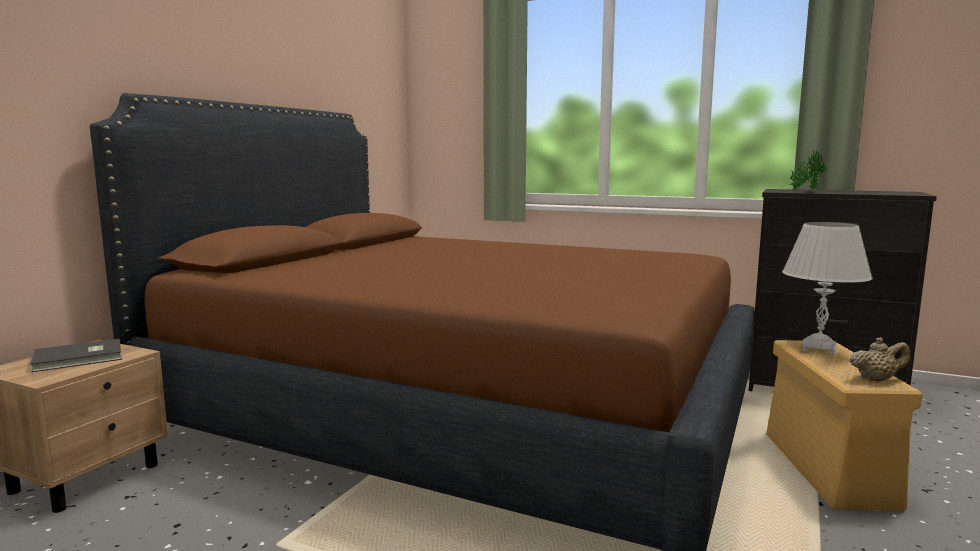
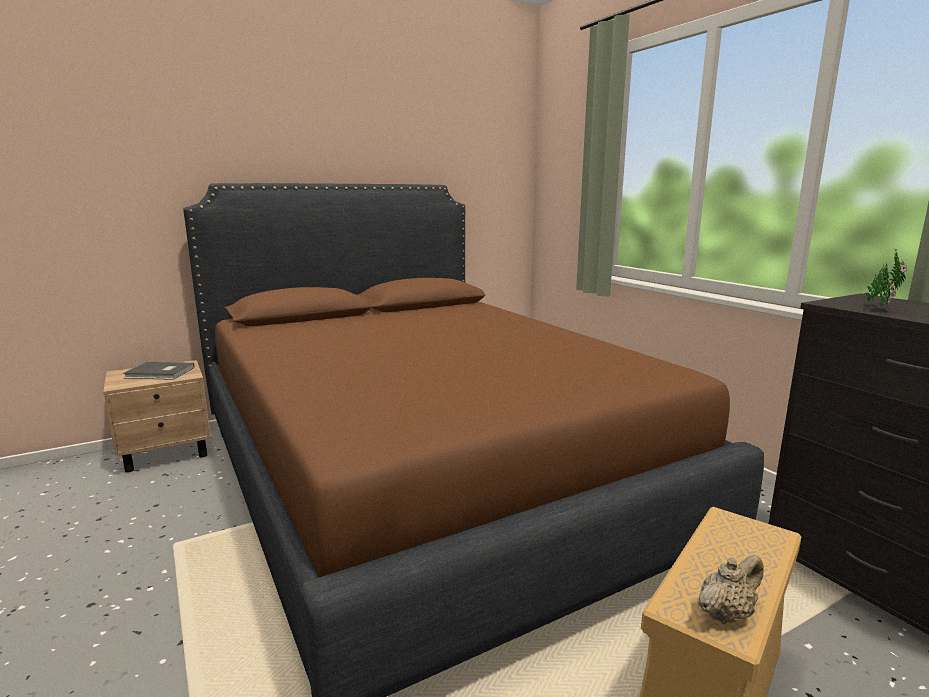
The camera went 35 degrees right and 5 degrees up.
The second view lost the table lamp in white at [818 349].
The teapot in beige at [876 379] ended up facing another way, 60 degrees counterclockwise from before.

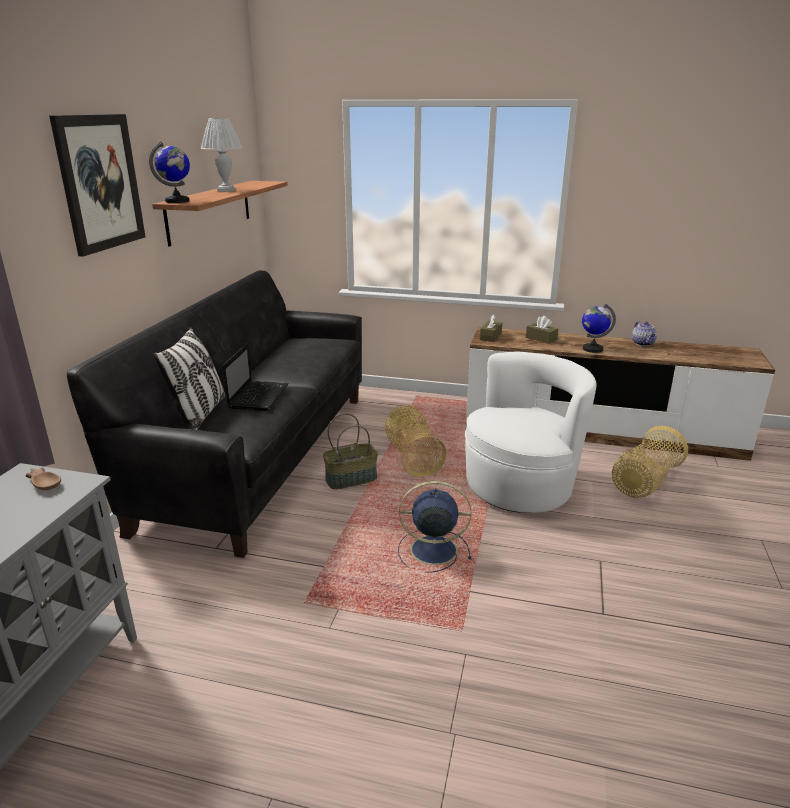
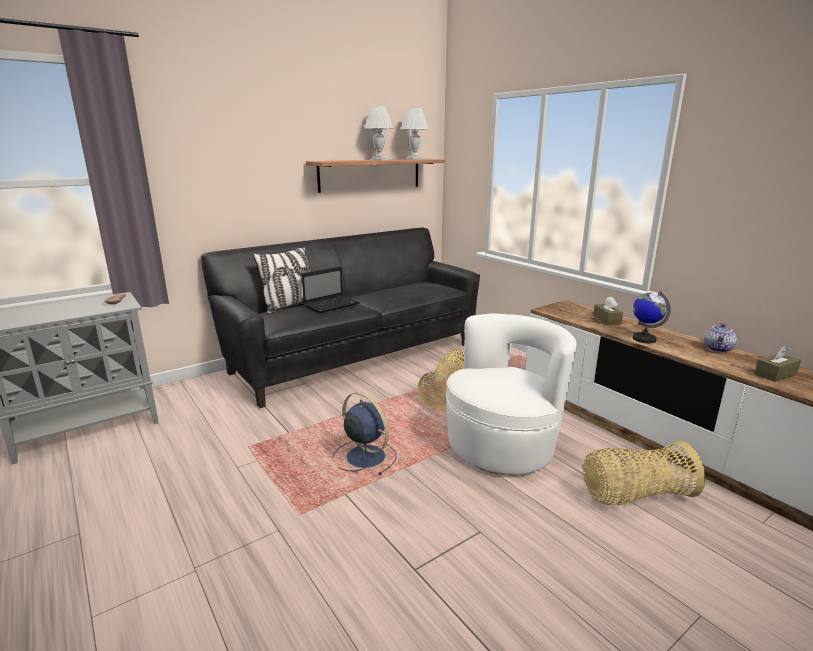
The camera went 40 degrees right and 5 degrees down.
The second view lost the picture at [100 183].
The second view lost the globe at [177 201].
The second view lost the basket at [351 478].
The second view gained the table lamp in white at [414 159].
The tissue box in brown ended up elsewhere, having gone from [490 336] to [775 374].
The armchair in white at [520 486] ended up facing another way, 45 degrees counterclockwise from before.

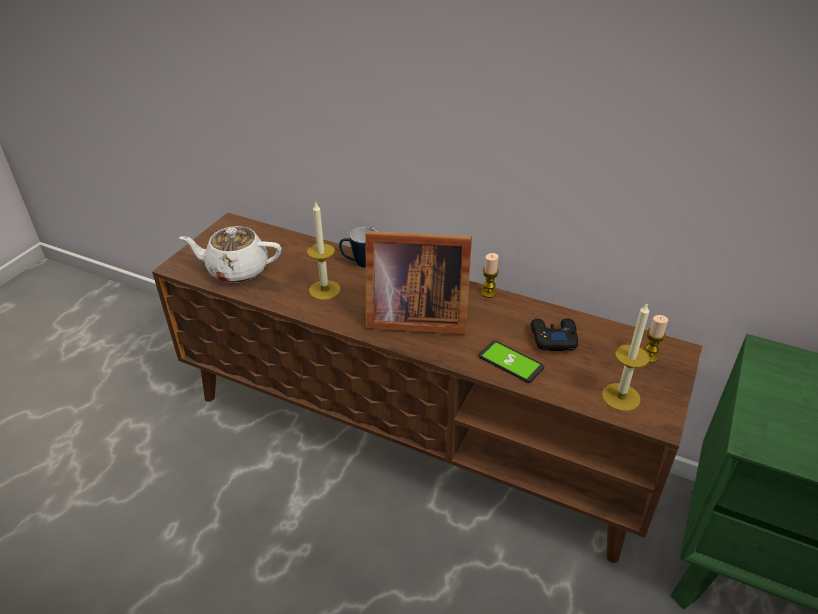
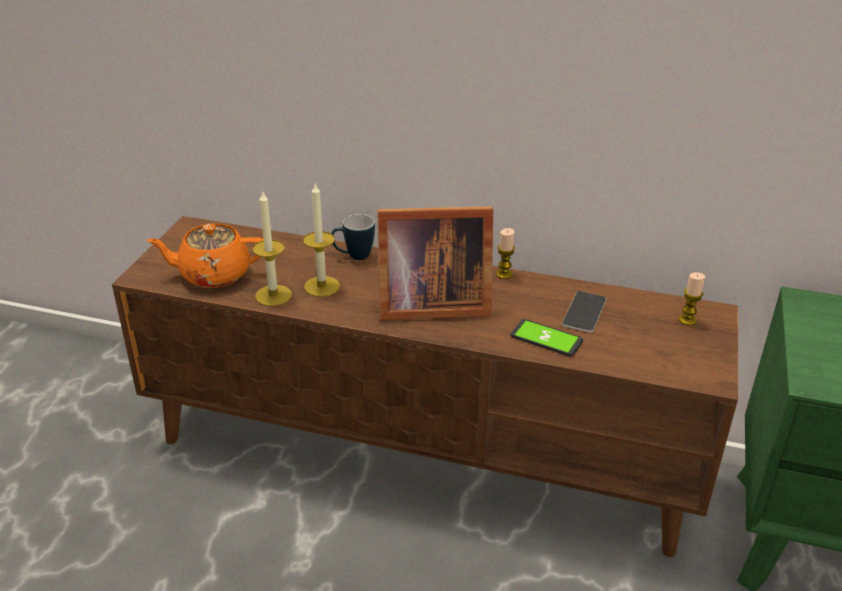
The camera went 10 degrees left and 5 degrees down.
The candle ended up elsewhere, having gone from [621 397] to [273 295].
Where the game controller in black stood at [553 338], the phone came to stand at [584 312].
What was the teapot in white at [237 270] turned into the teapot in orange at [213 274].

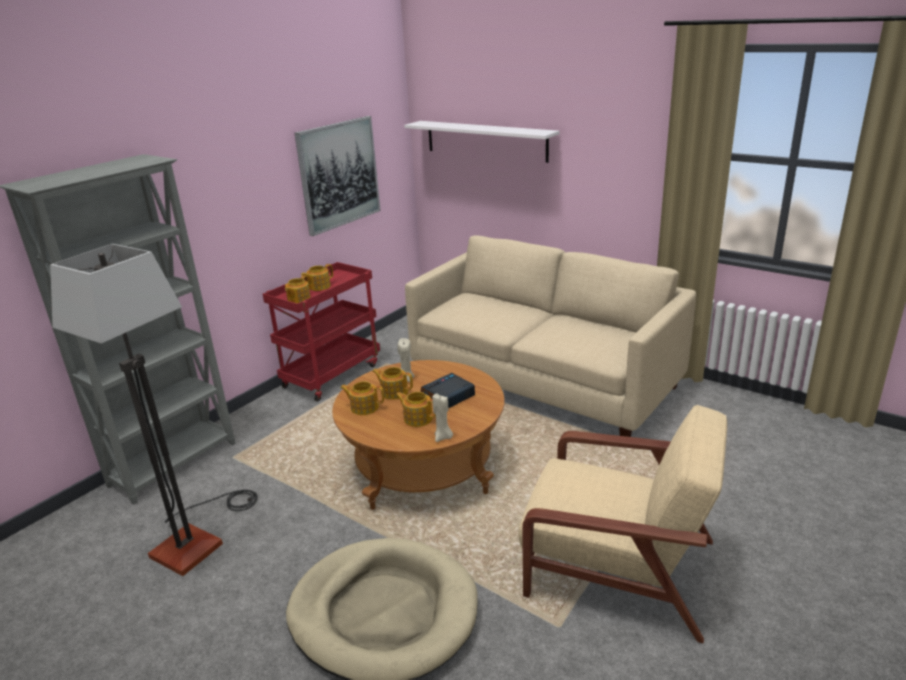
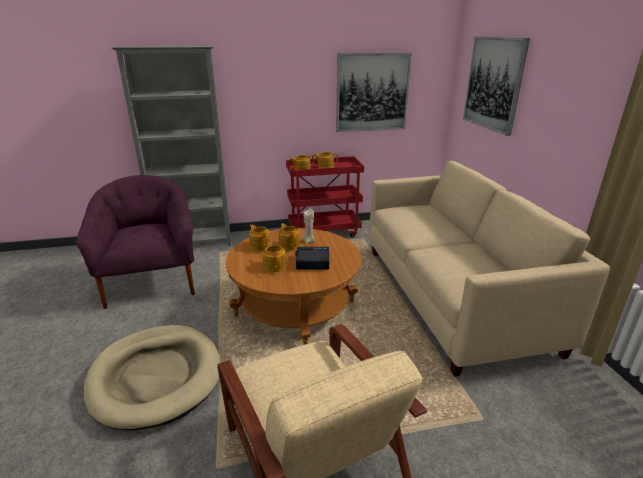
The camera went 40 degrees right and 0 degrees up.
The second view lost the candle in beige at [443 437].
Where the floor lamp stood at [197 537], the armchair in purple came to stand at [152 282].
Where the shelf in white hung at [485 140], the picture came to hang at [493 83].

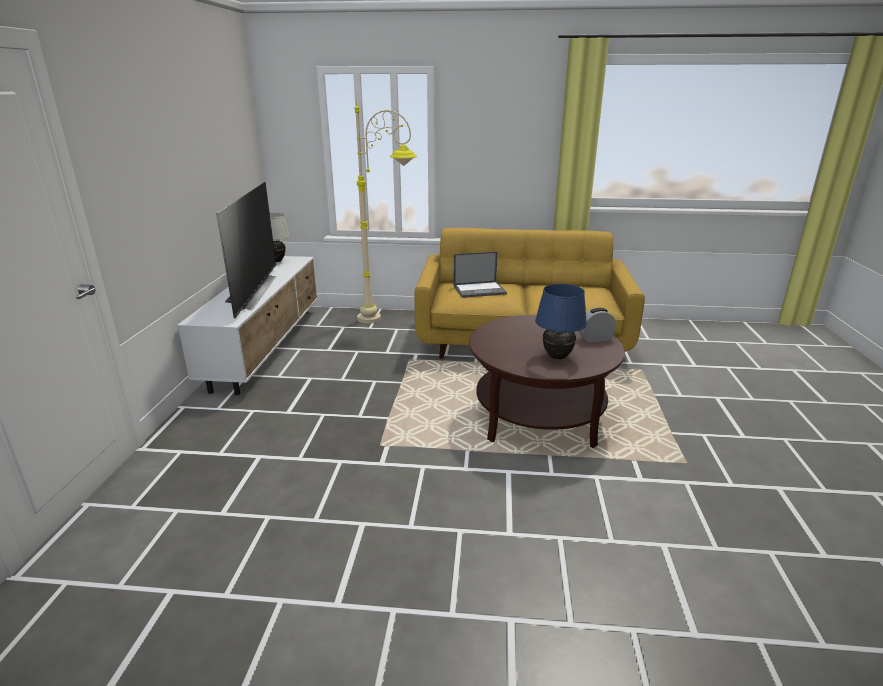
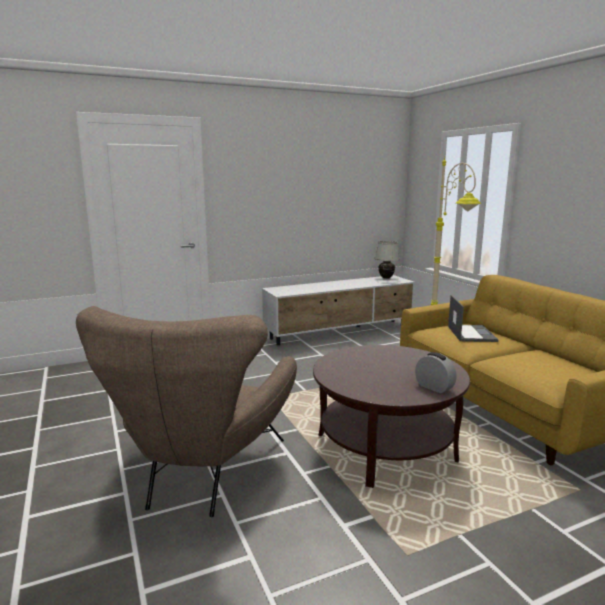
The camera went 60 degrees right and 10 degrees down.
The second view lost the television at [251 292].
The second view lost the table lamp in blue at [557 357].
The second view gained the armchair in brown at [201 475].
The laptop at [480 290] ended up facing another way, 135 degrees counterclockwise from before.

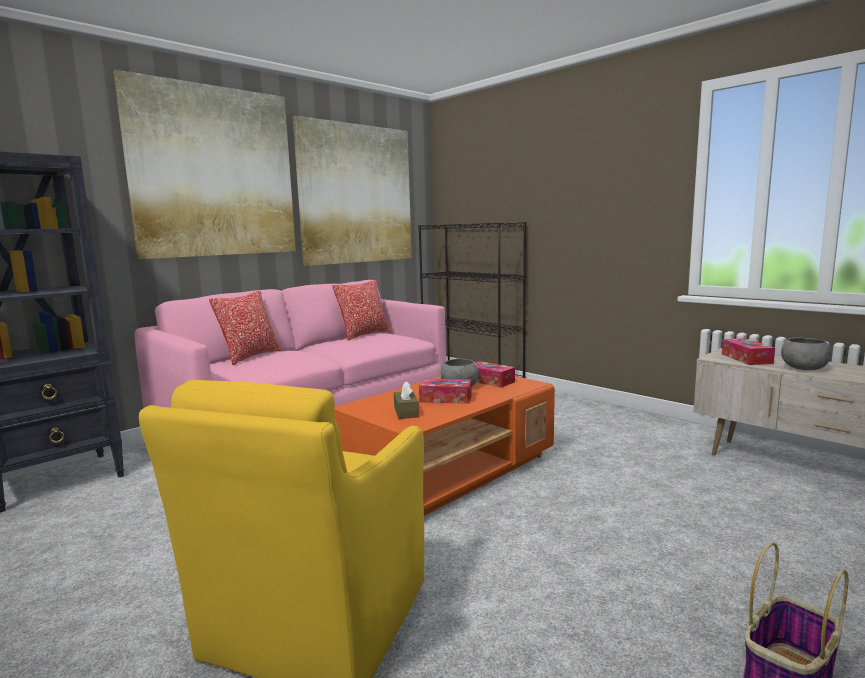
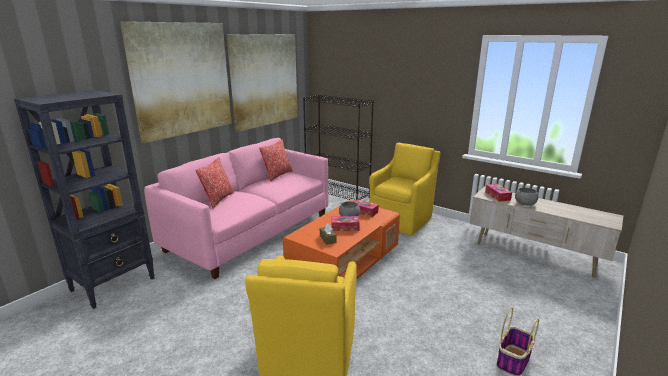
The camera went 10 degrees left and 10 degrees up.
The second view gained the armchair in yellow at [402 220].

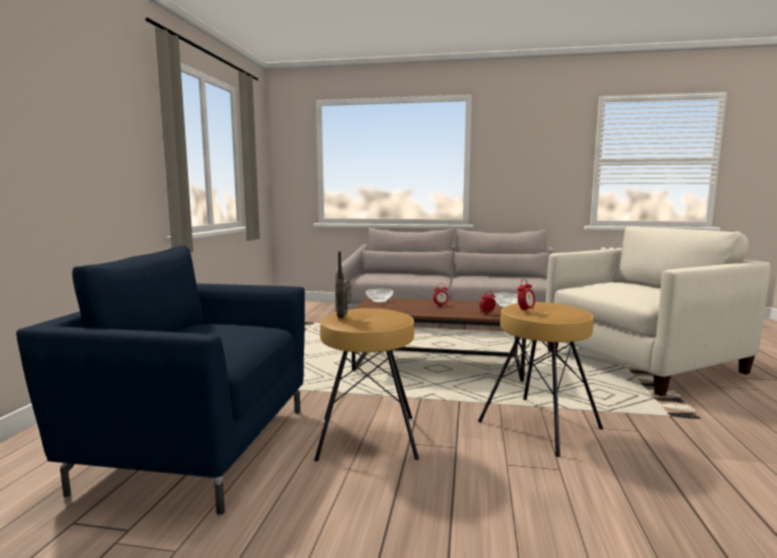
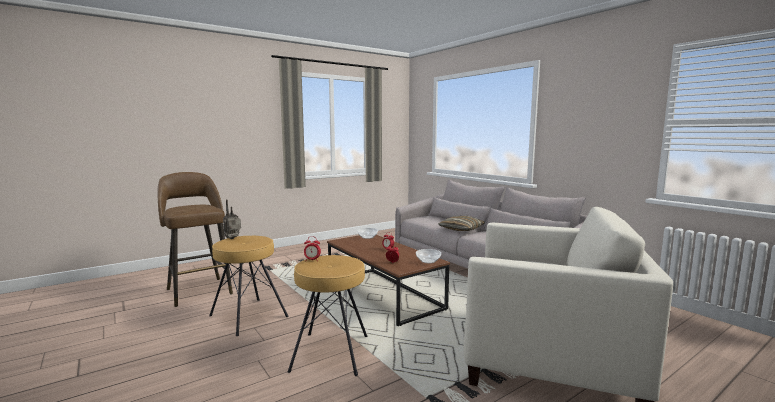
The camera went 45 degrees right and 0 degrees up.
The second view gained the pillow at [461 229].
Where the armchair in blue stood at [197 446], the stool in brown came to stand at [199 291].

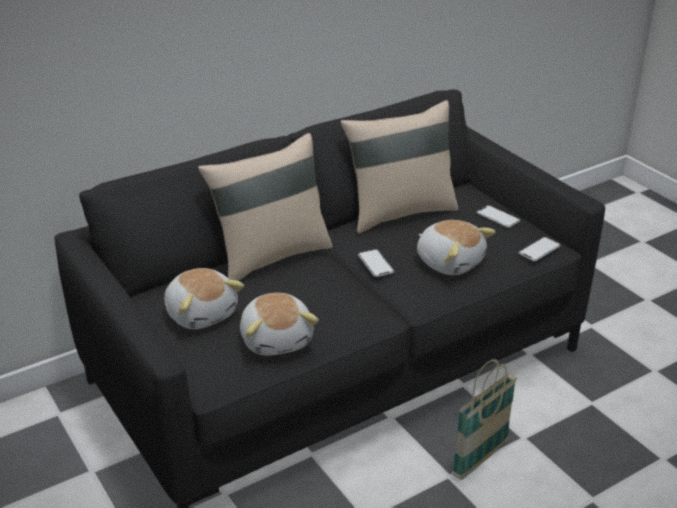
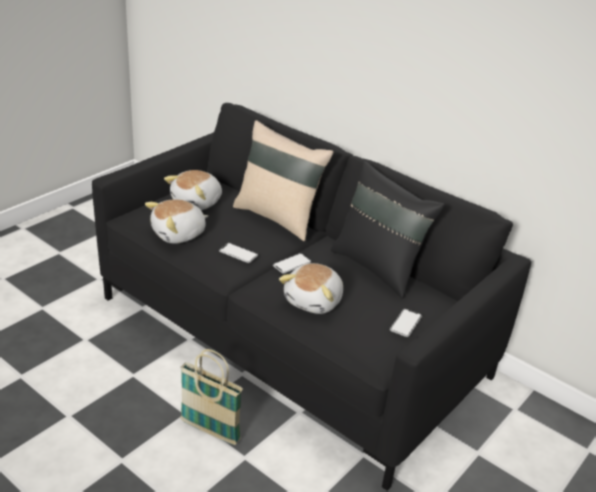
The camera went 70 degrees right and 0 degrees up.
The phone ended up elsewhere, having gone from [539 250] to [238 253].
What was the pillow in beige at [399 212] turned into the pillow in black at [378 267].

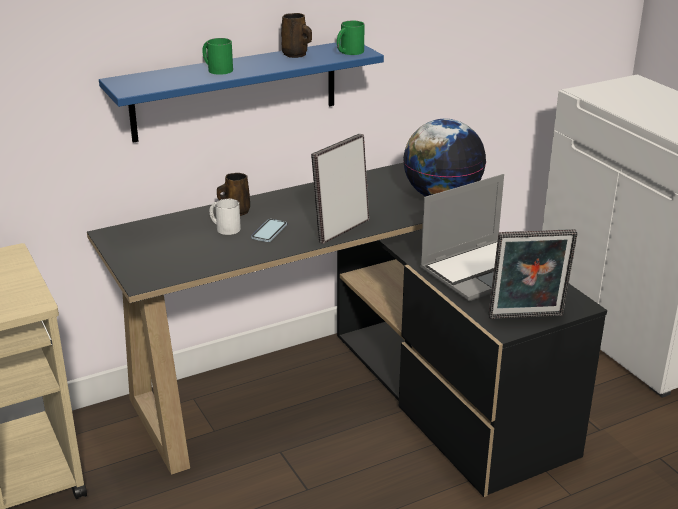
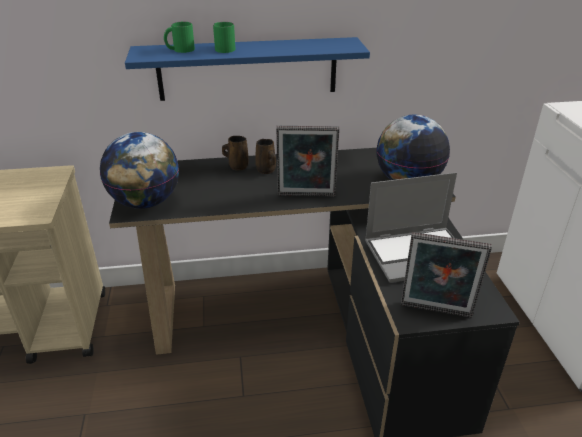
The camera went 20 degrees right and 5 degrees up.
The second view lost the mug in white at [224 228].
The second view lost the phone at [269 232].
The second view gained the globe at [145 202].
The mug in brown ended up elsewhere, having gone from [296 55] to [266 170].
The mug in green ended up elsewhere, having gone from [348 52] to [180 50].
The picture frame at [341 230] ended up facing another way, 150 degrees counterclockwise from before.

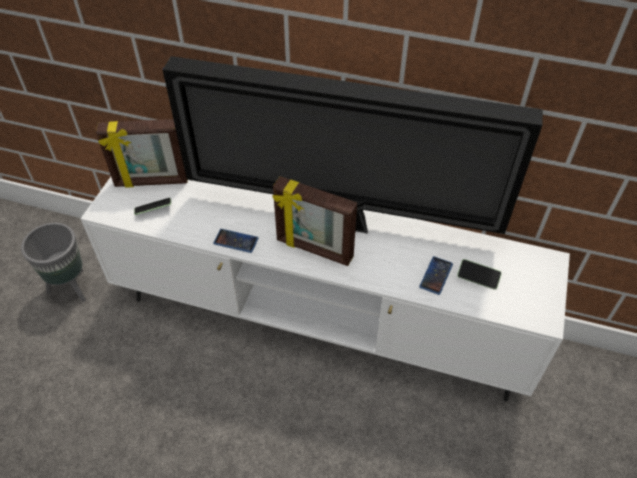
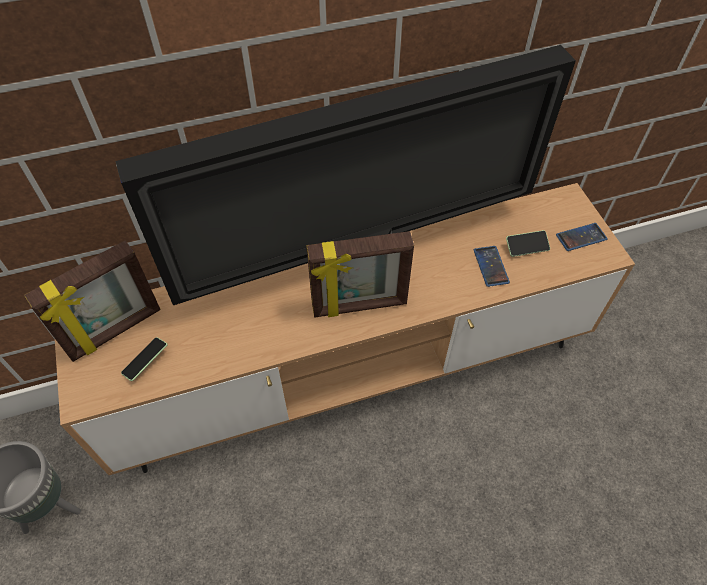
The camera went 35 degrees left and 5 degrees up.
The phone ended up elsewhere, having gone from [236 241] to [581 237].
What was the tv stand in white at [319 321] turned into the tv stand in brown at [352 376].

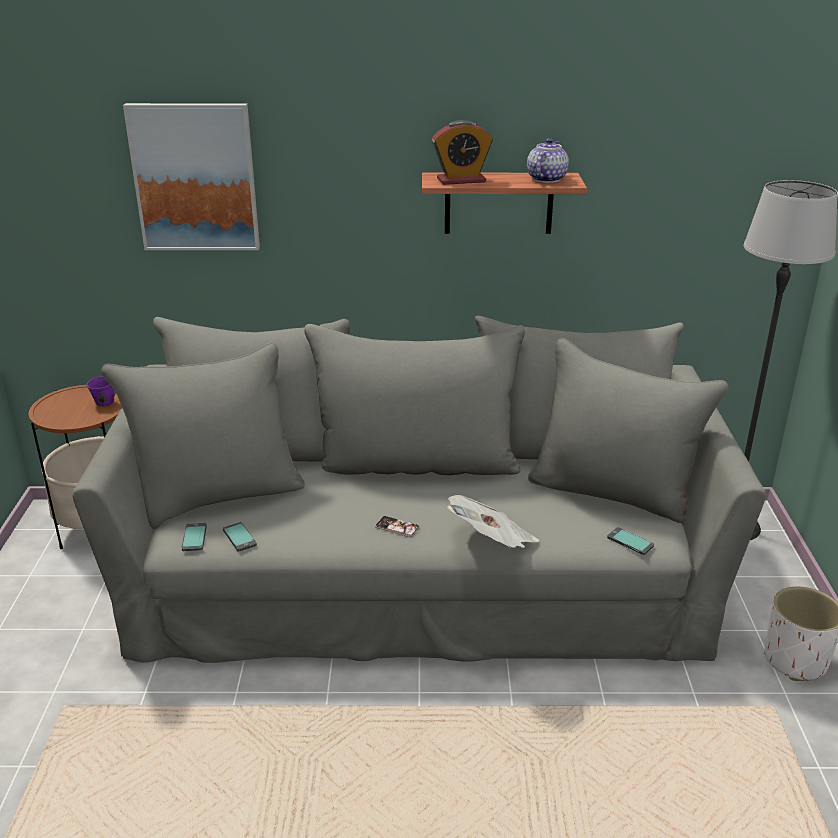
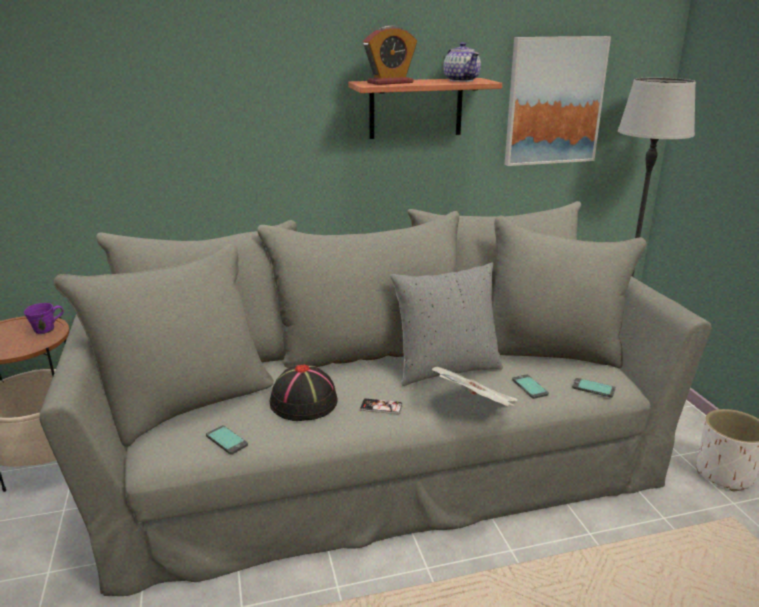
The camera went 15 degrees left and 5 degrees down.
The second view gained the hat in black at [304 403].
The second view gained the pillow in grey at [446 369].
The picture ended up elsewhere, having gone from [195 177] to [554 101].
The phone ended up elsewhere, having gone from [194 538] to [529 387].
The teapot at [545 179] ended up facing another way, 150 degrees clockwise from before.

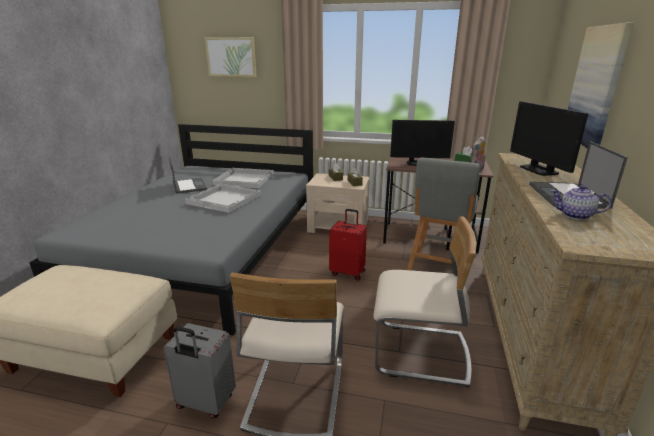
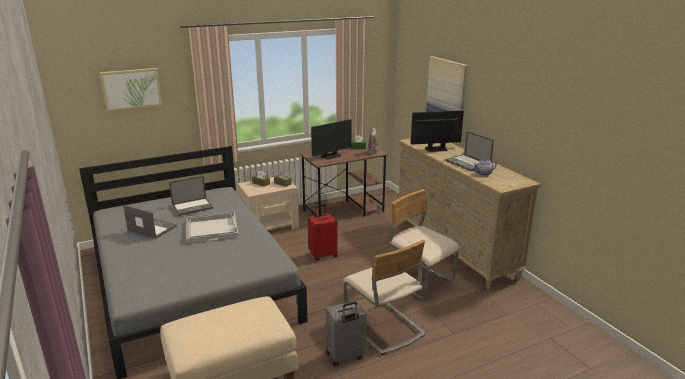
The camera went 40 degrees left and 0 degrees up.
The second view lost the stool in grey at [437 269].
Where the tray in white stood at [245 179], the laptop came to stand at [193 206].
The chair in beige at [420 354] ended up facing another way, 105 degrees counterclockwise from before.
The monitor at [539 170] ended up facing another way, 135 degrees clockwise from before.

